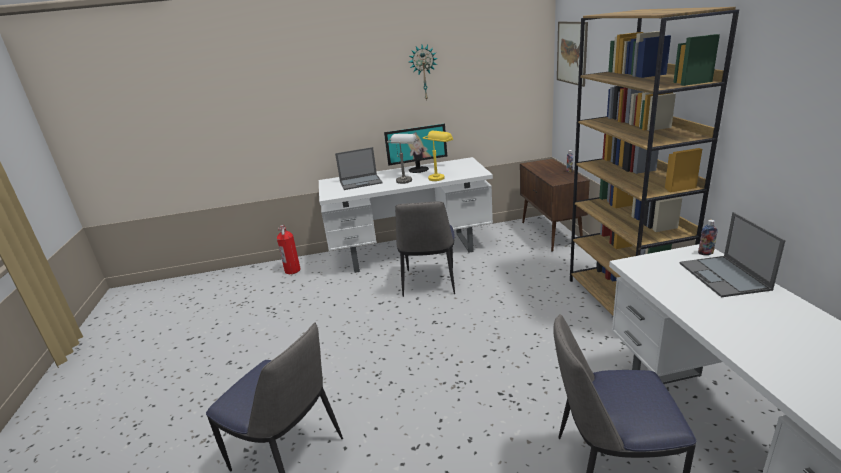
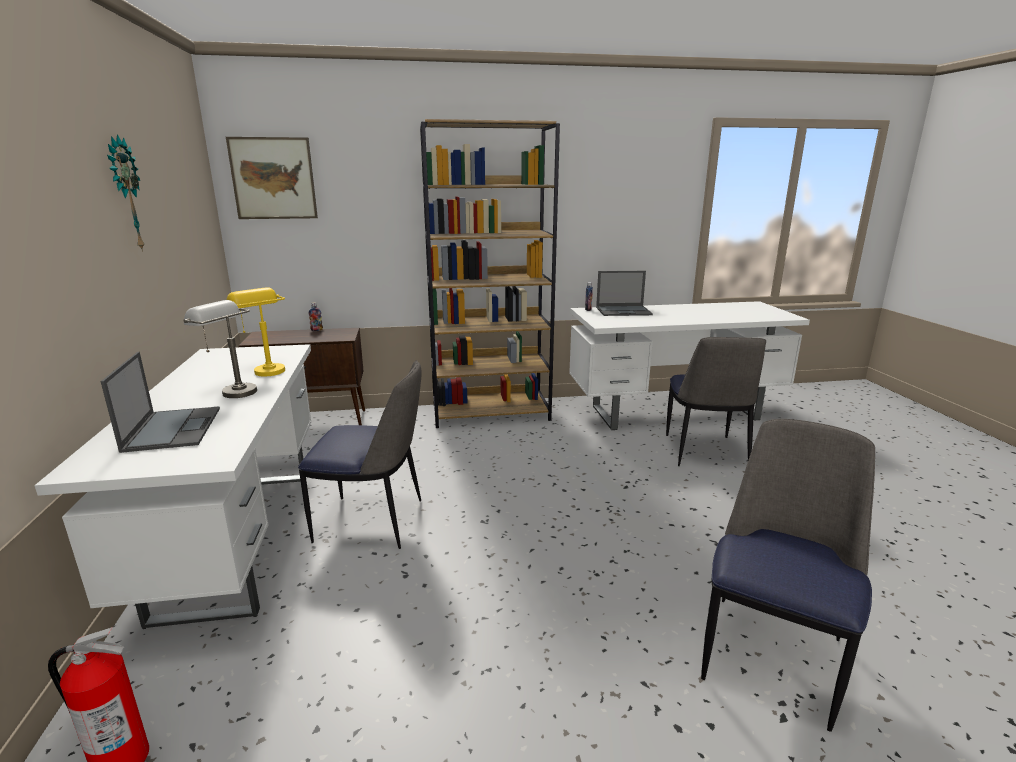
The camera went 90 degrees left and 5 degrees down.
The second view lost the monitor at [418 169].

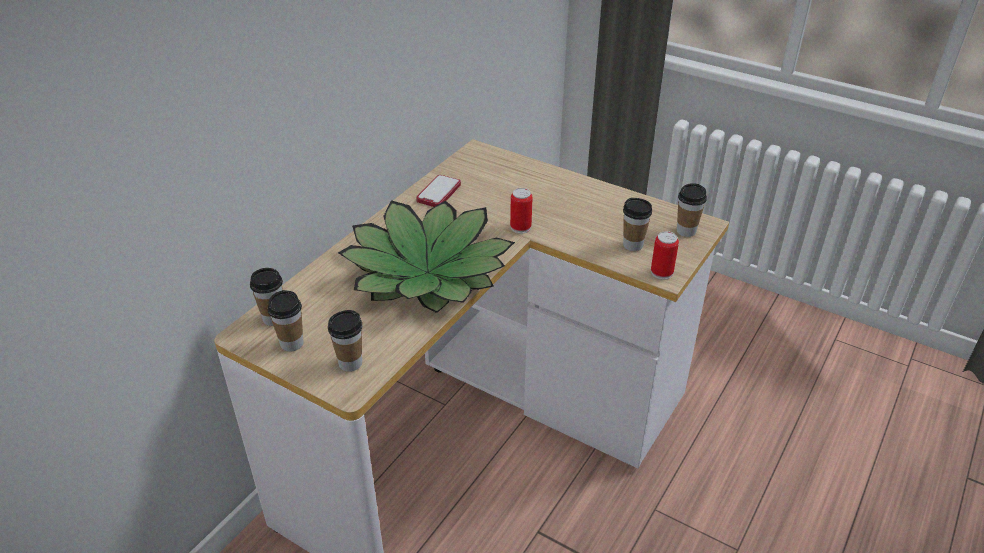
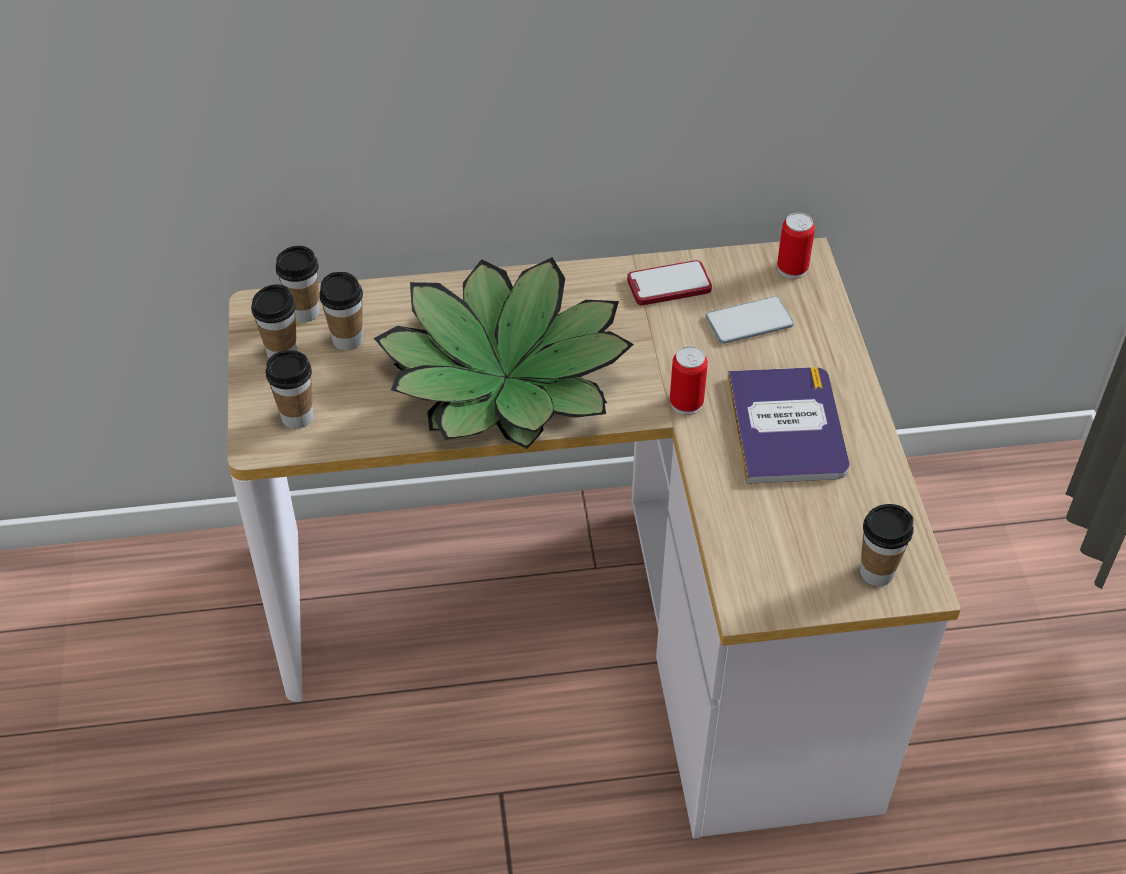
The camera went 50 degrees right and 10 degrees up.
The second view gained the phone at [749 322].
The second view gained the book at [787 426].
The cup ended up elsewhere, having gone from [633 245] to [347 340].
The can ended up elsewhere, having gone from [661 273] to [792 268].

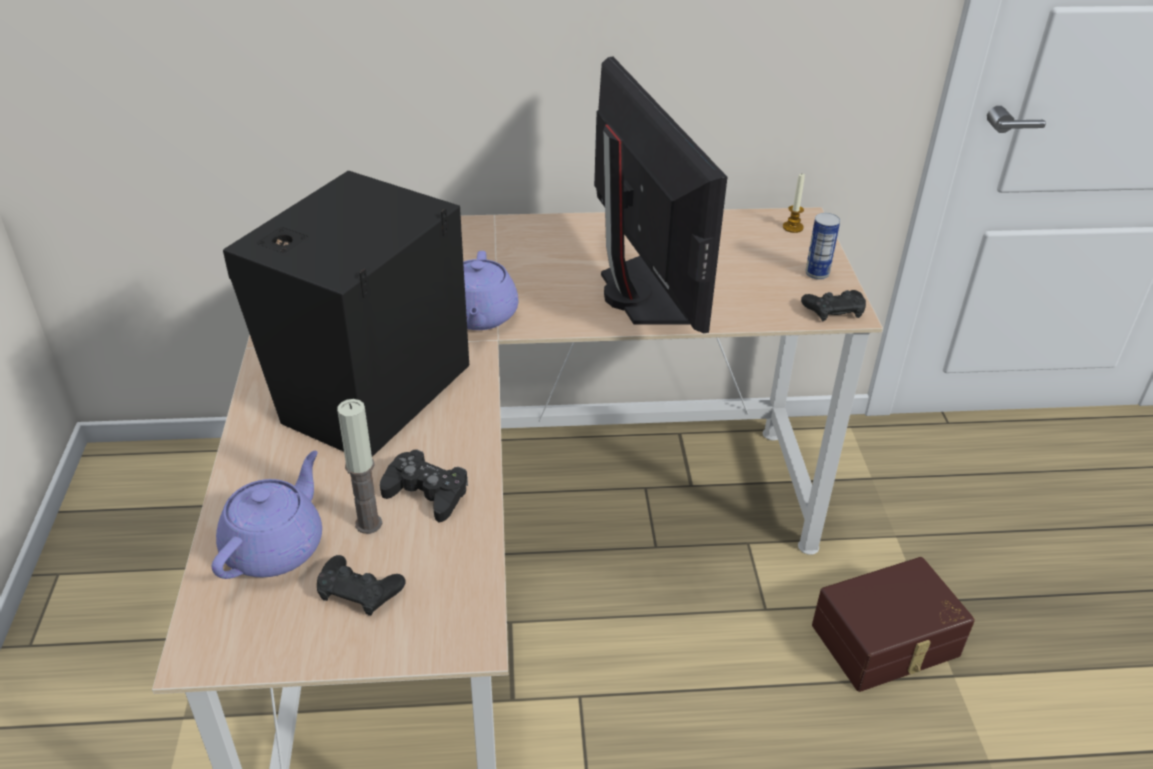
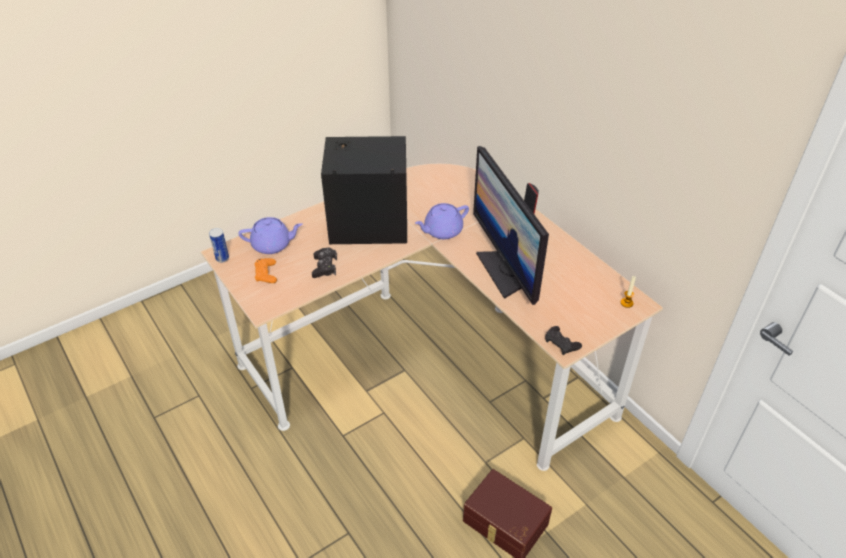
The camera went 60 degrees right and 5 degrees up.
The second view lost the candle at [369 524].
The can ended up elsewhere, having gone from [817 273] to [222 258].
What was the game controller in black at [359 591] turned into the game controller in orange at [266 274].
The monitor at [638 295] ended up facing another way, 120 degrees clockwise from before.

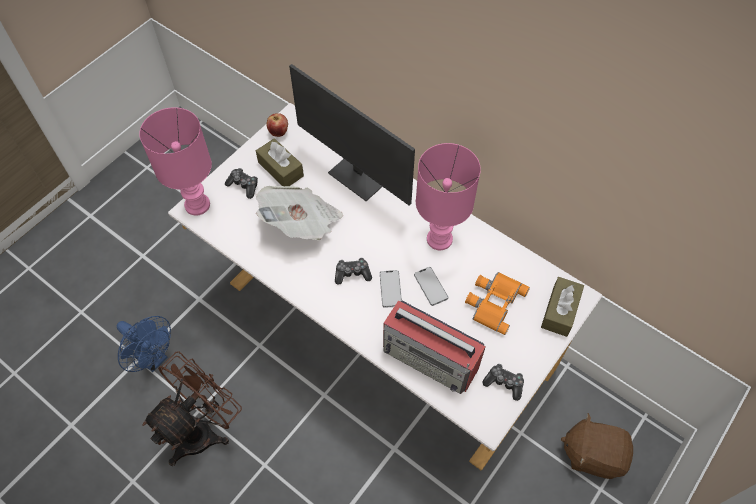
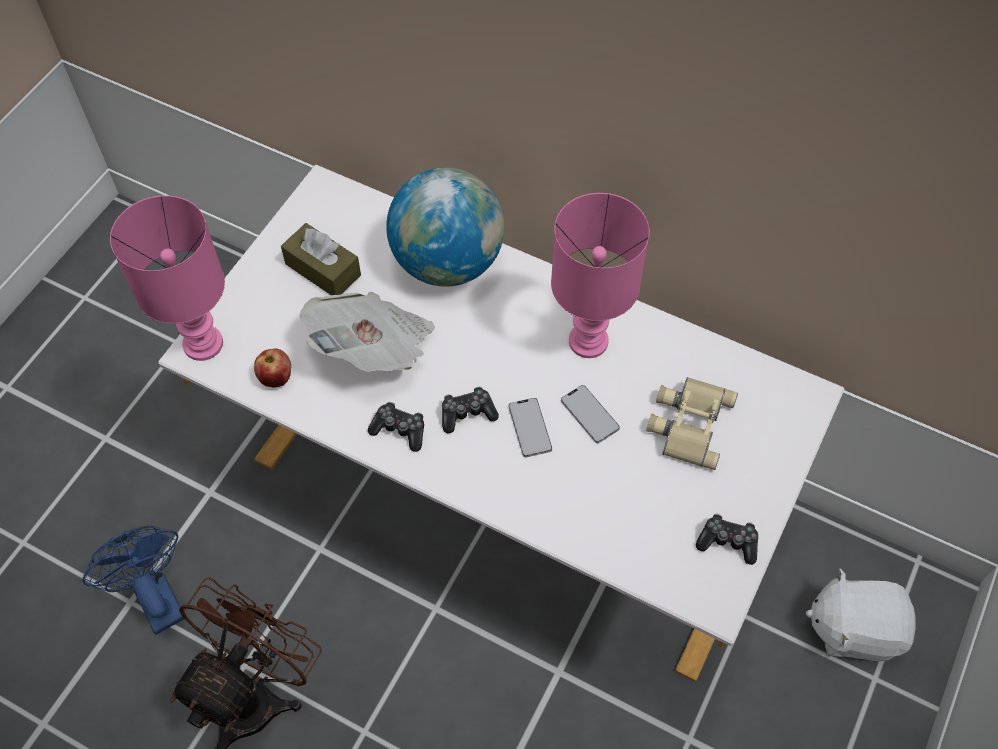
The camera went 10 degrees left and 0 degrees up.
The second view lost the radio at [431 359].
The second view lost the tissue box in brown at [560 311].
The game controller ended up elsewhere, having gone from [243 185] to [399 430].
The apple ended up elsewhere, having gone from [278 132] to [276 378].
Where the monitor stood at [360 176], the globe came to stand at [447 262].
What was the binoculars in orange at [493 302] turned into the binoculars in beige at [688 423].
What was the plush toy in brown at [593 454] turned into the plush toy in white at [854 628].
The fan in blue at [153 358] ended up facing another way, 150 degrees counterclockwise from before.

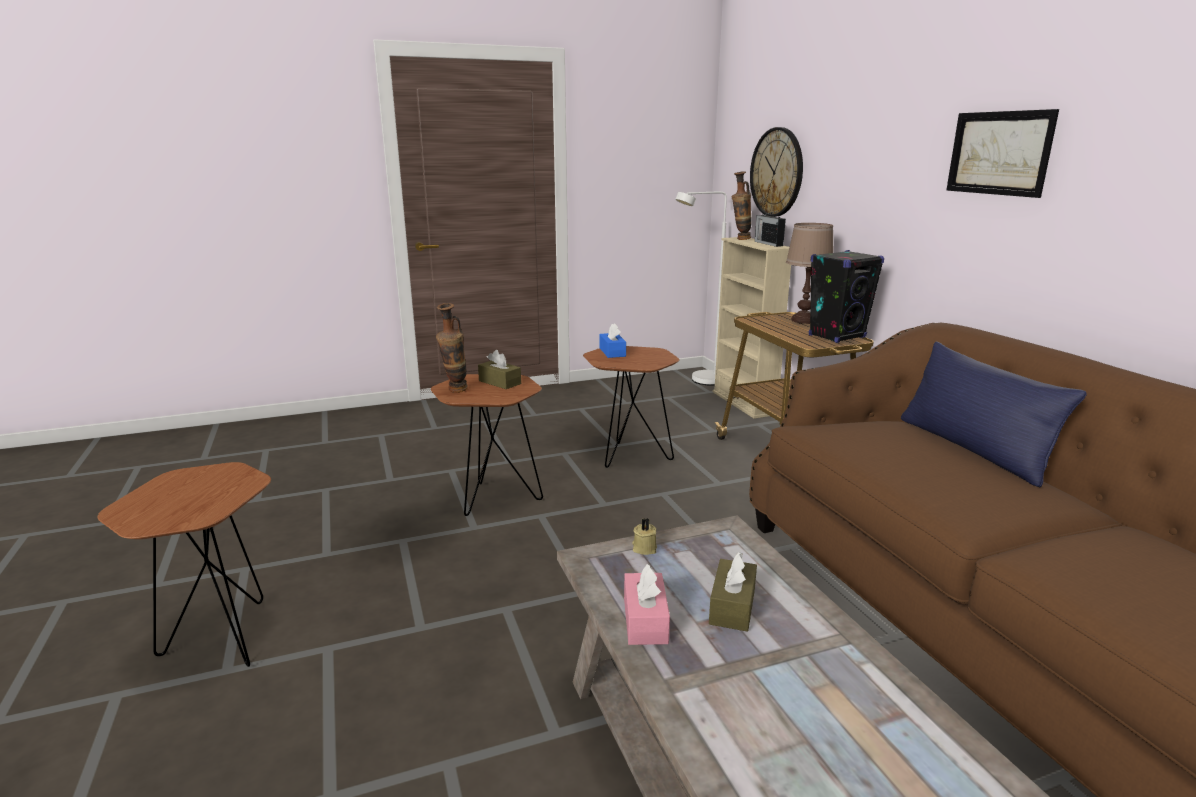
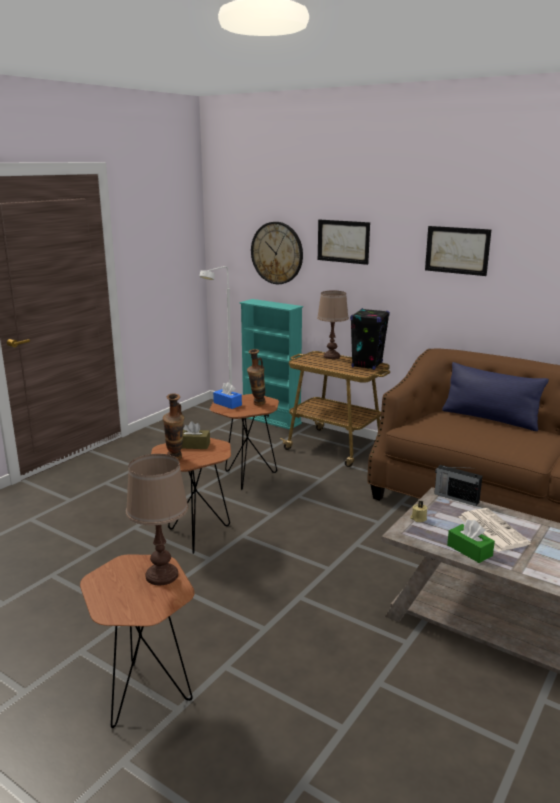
The camera went 35 degrees left and 0 degrees up.
The second view gained the table lamp in brown at [161 576].
The second view gained the picture at [343 241].
The vase ended up elsewhere, having gone from [740 239] to [257 405].
The radio ended up elsewhere, having gone from [768 243] to [455 497].
Where the tissue box in brown stood at [732 606], the newspaper came to stand at [491 530].
What was the tissue box in pink at [645 620] turned into the tissue box in green at [469 550].
What was the bookcase in beige at [744 403] turned into the bookcase in turquoise at [271 420].

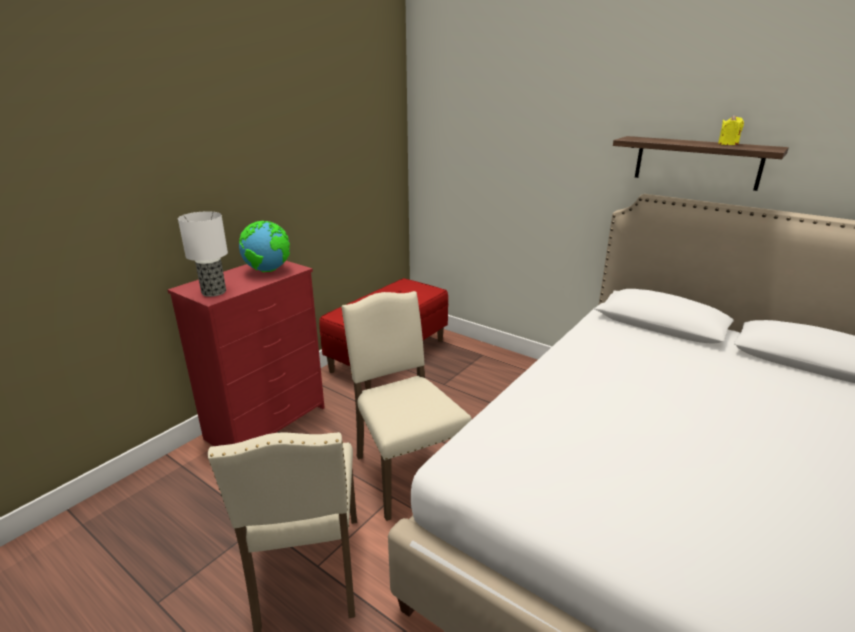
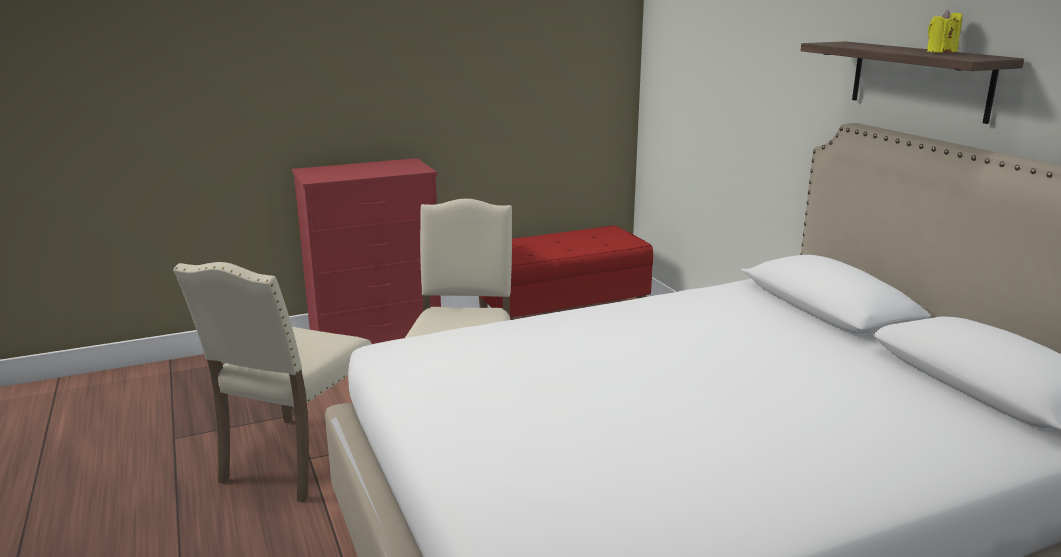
The camera went 30 degrees right and 5 degrees down.
The second view lost the table lamp at [213 292].
The second view lost the globe at [268 270].

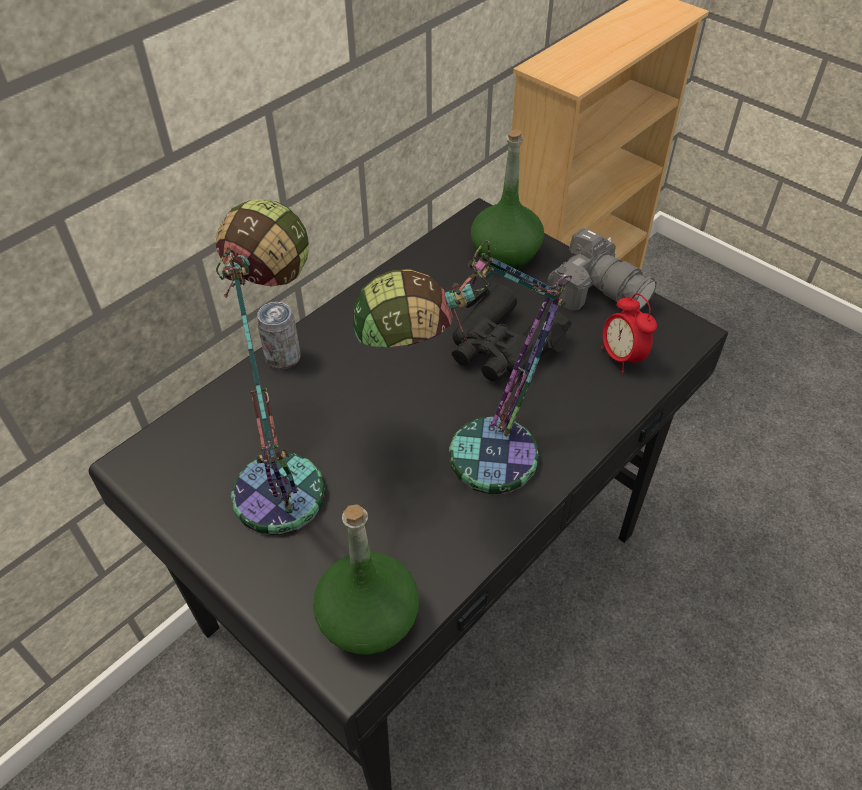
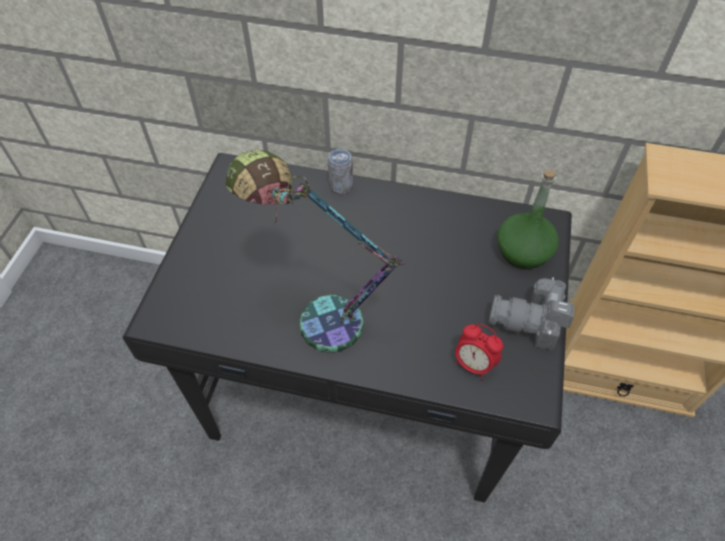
The camera went 60 degrees right and 5 degrees up.
The second view lost the table lamp at [288 472].
The second view lost the bottle in green at [368 618].
The second view lost the binoculars in black at [503 346].
The photo camera at [597 291] ended up facing another way, 90 degrees clockwise from before.
The alarm clock at [621 357] ended up facing another way, 90 degrees counterclockwise from before.

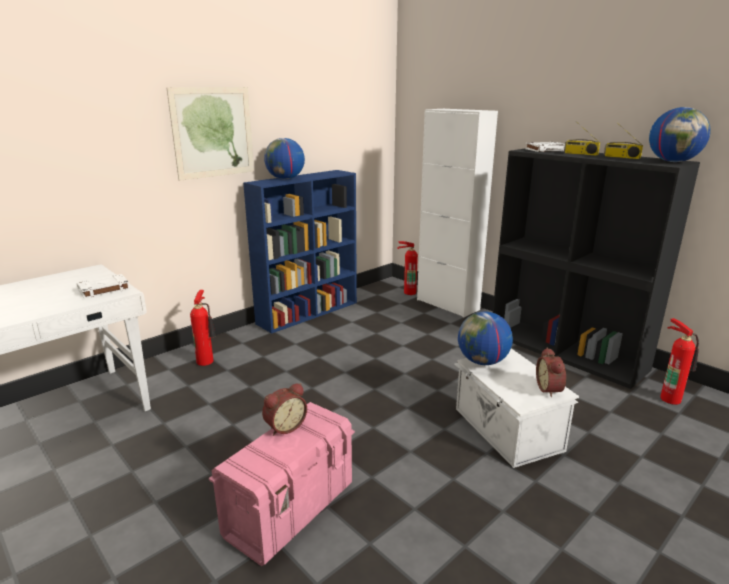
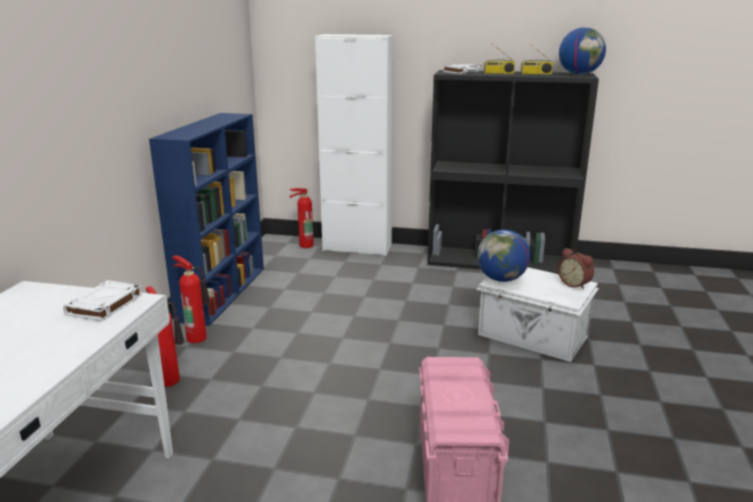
The camera went 35 degrees left and 0 degrees up.
The second view lost the picture at [213 132].
The second view lost the alarm clock at [284 426].
The second view lost the globe at [285 179].
The fire extinguisher ended up elsewhere, having gone from [670 398] to [197 337].

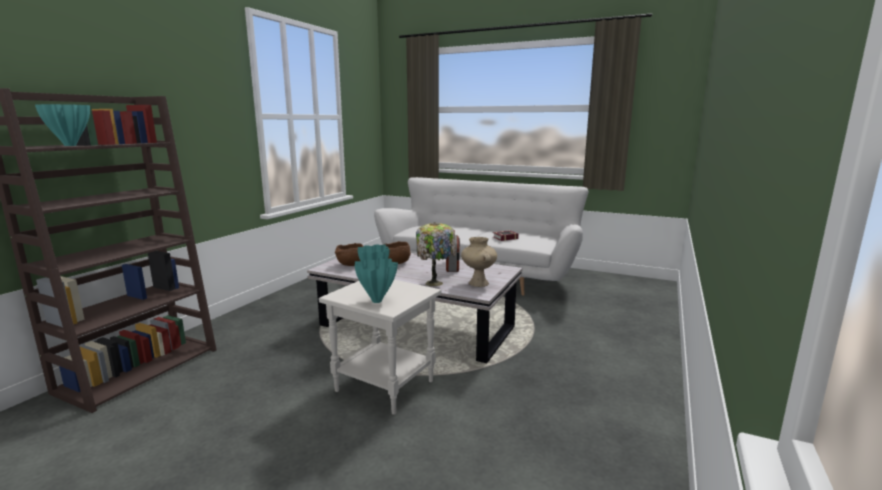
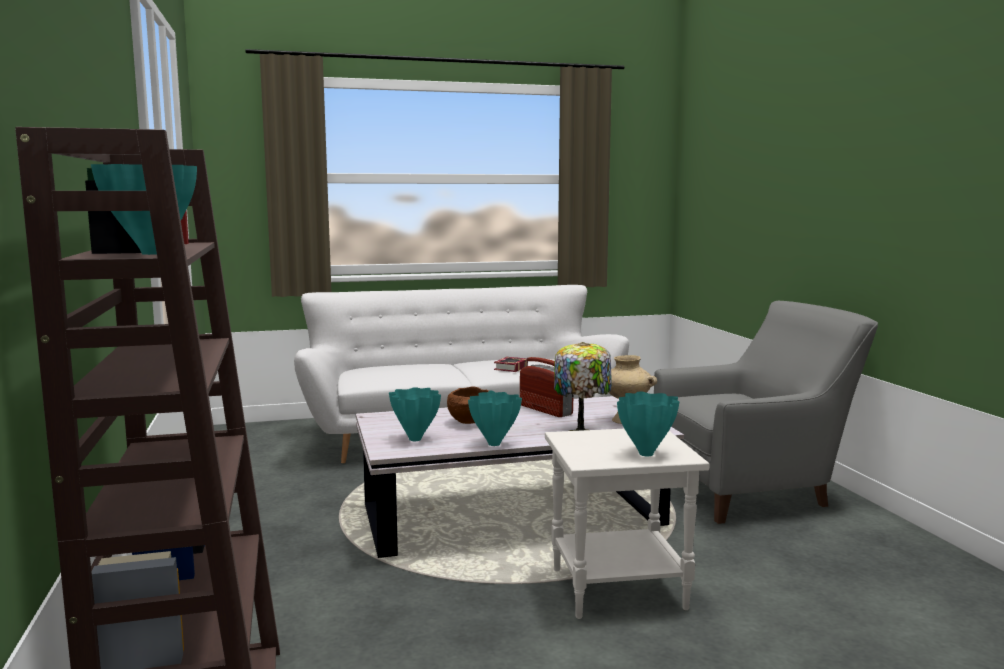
The camera went 40 degrees left and 5 degrees down.
The second view gained the armchair in grey at [756 491].
Where the bowl in brown stood at [350 265], the vase in turquoise came to stand at [415 439].

